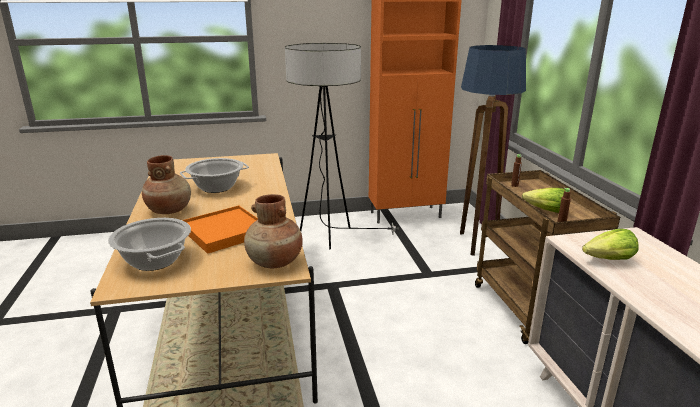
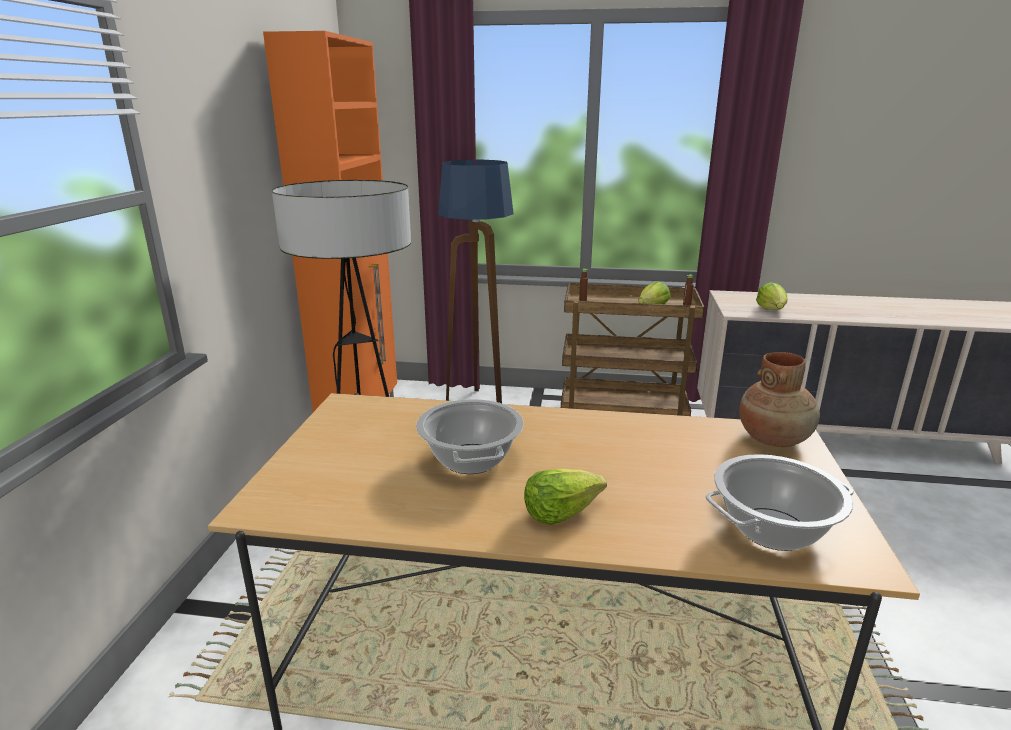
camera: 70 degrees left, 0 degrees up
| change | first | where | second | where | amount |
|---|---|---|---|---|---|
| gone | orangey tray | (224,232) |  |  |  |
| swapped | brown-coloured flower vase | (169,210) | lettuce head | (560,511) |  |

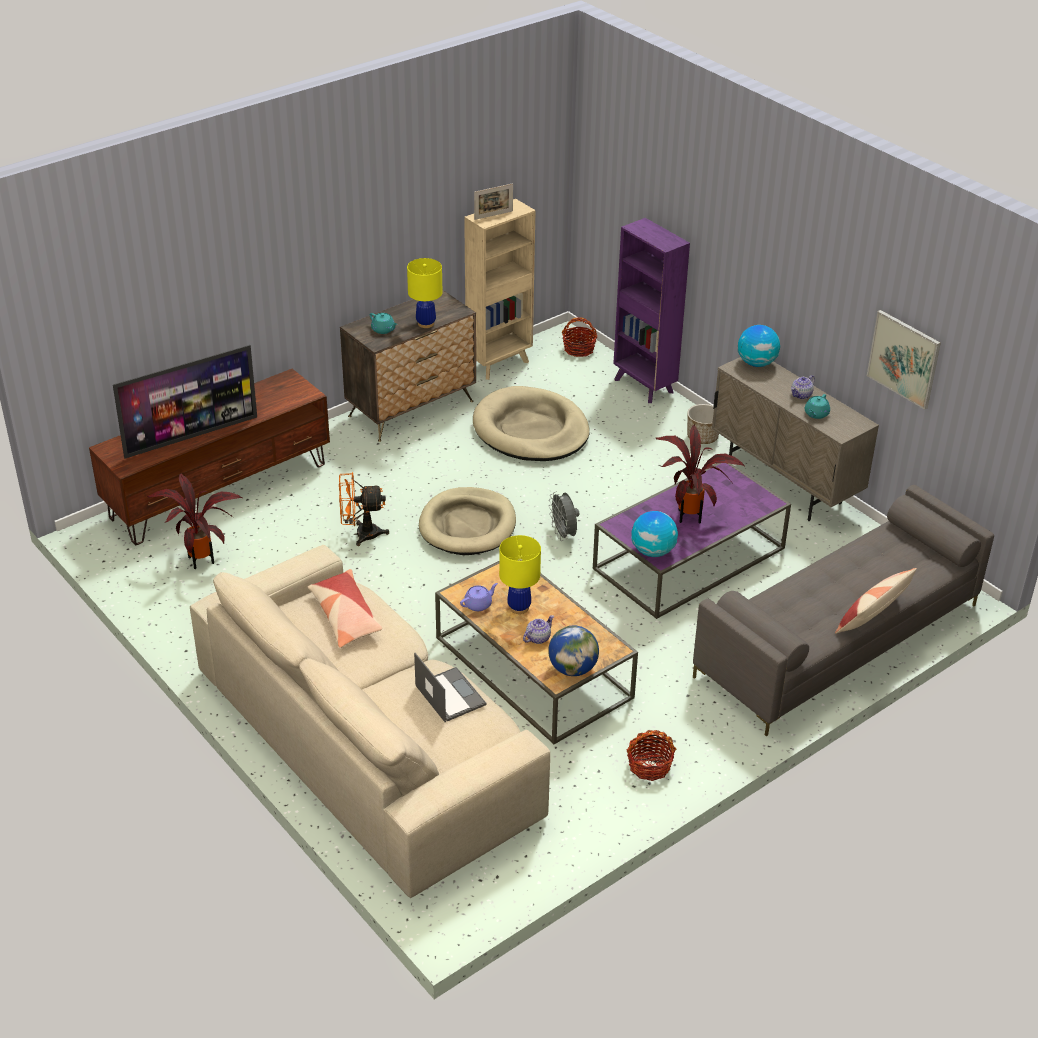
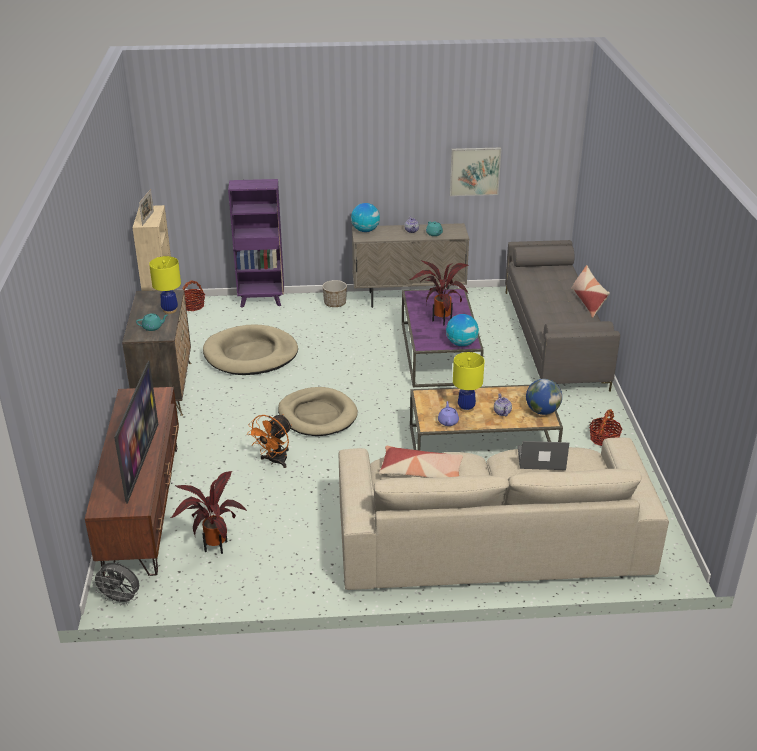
camera: 55 degrees left, 5 degrees down
| change | first | where | second | where | amount |
|---|---|---|---|---|---|
| shifted | greyish electric fan | (564,535) |  | (120,599) |  |

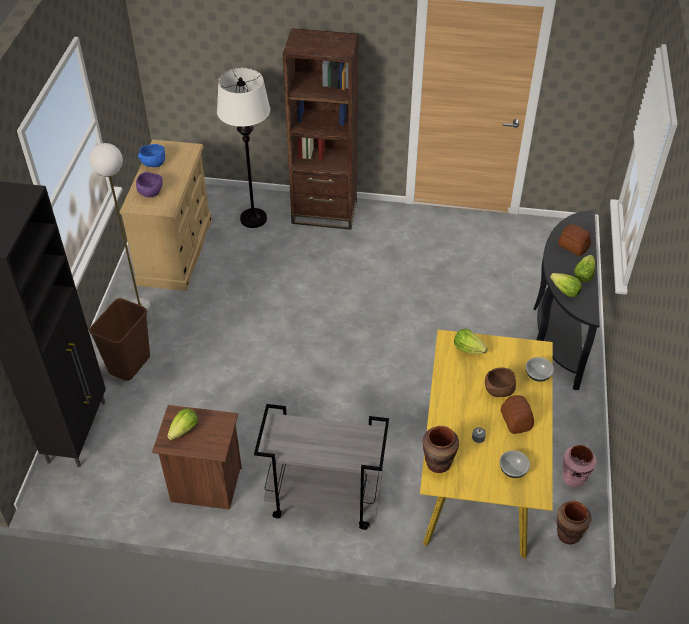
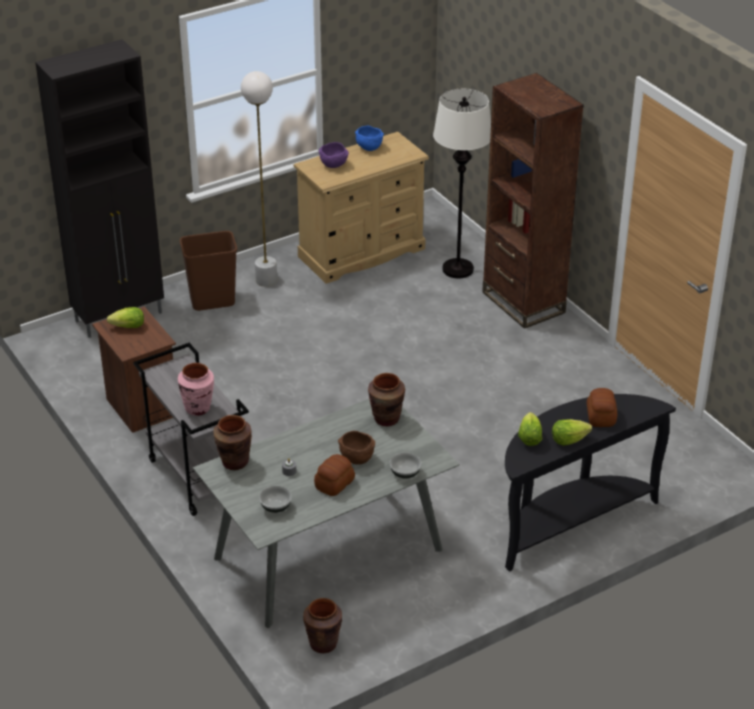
camera: 50 degrees right, 10 degrees down
| change | first | where | second | where | amount |
|---|---|---|---|---|---|
| shifted | pinkish flower vase | (573,478) |  | (198,408) |  |
| swapped | lettuce head | (468,348) | brown-coloured flower vase | (386,419) |  |
| repainted | yellow dinner table | (477,473) | greyish dinner table | (328,552) |  |

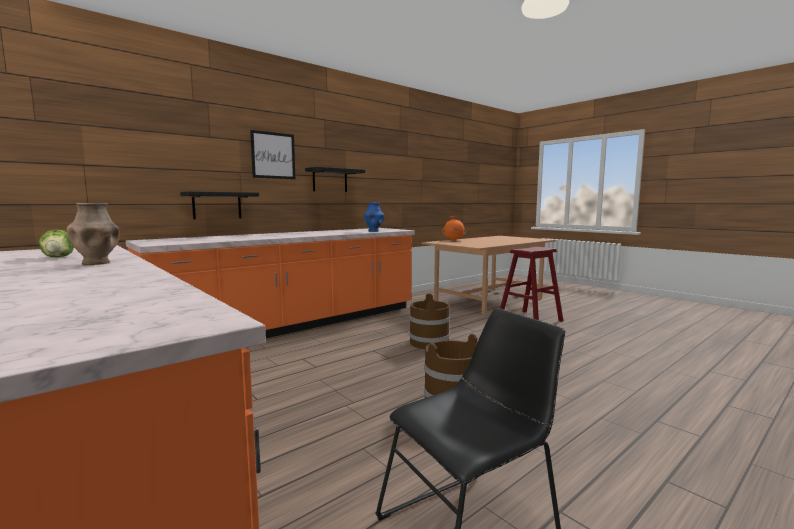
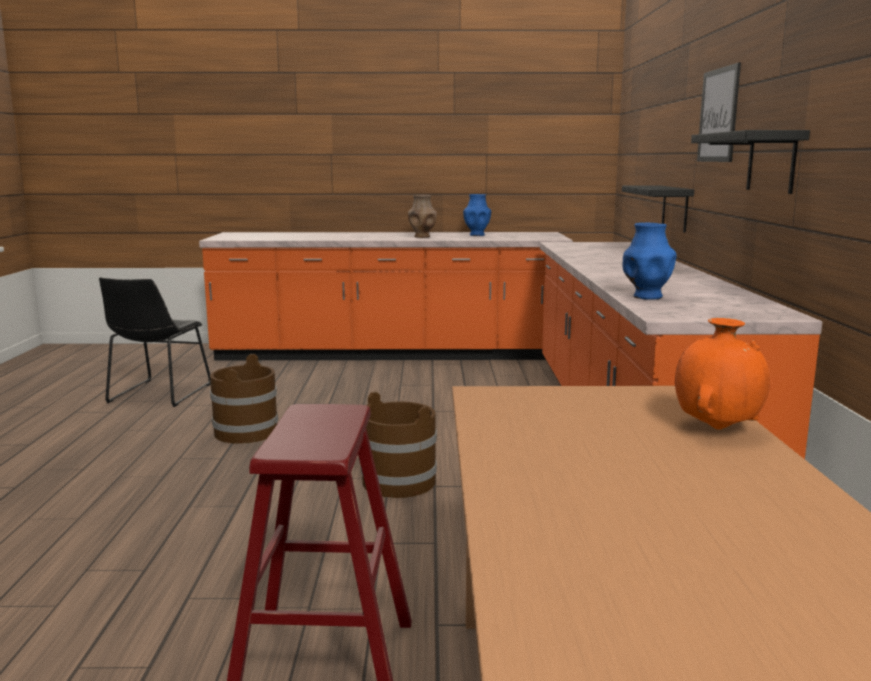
camera: 130 degrees right, 5 degrees up
| change | first | where | second | where | amount |
|---|---|---|---|---|---|
| swapped | lettuce head | (59,257) | blue flower vase | (477,235) |  |

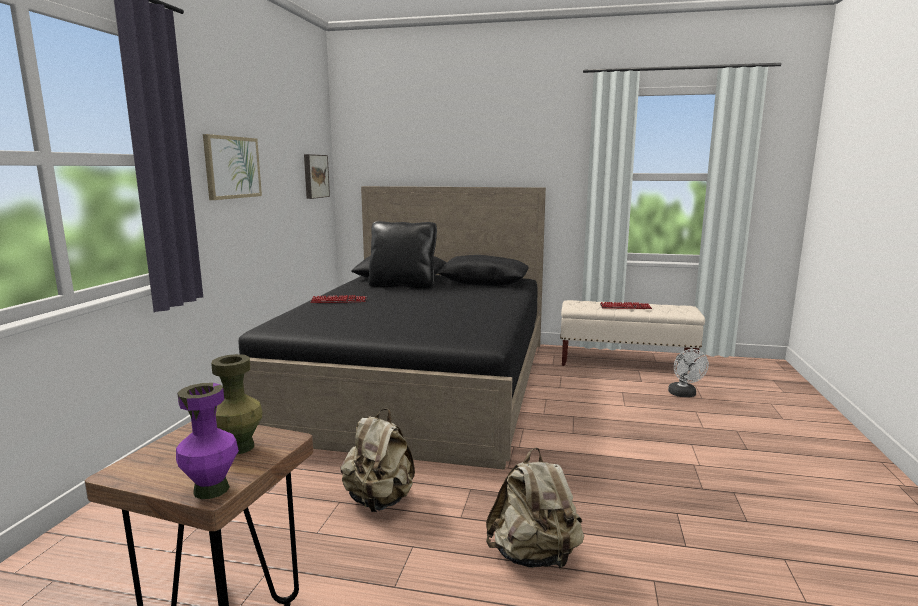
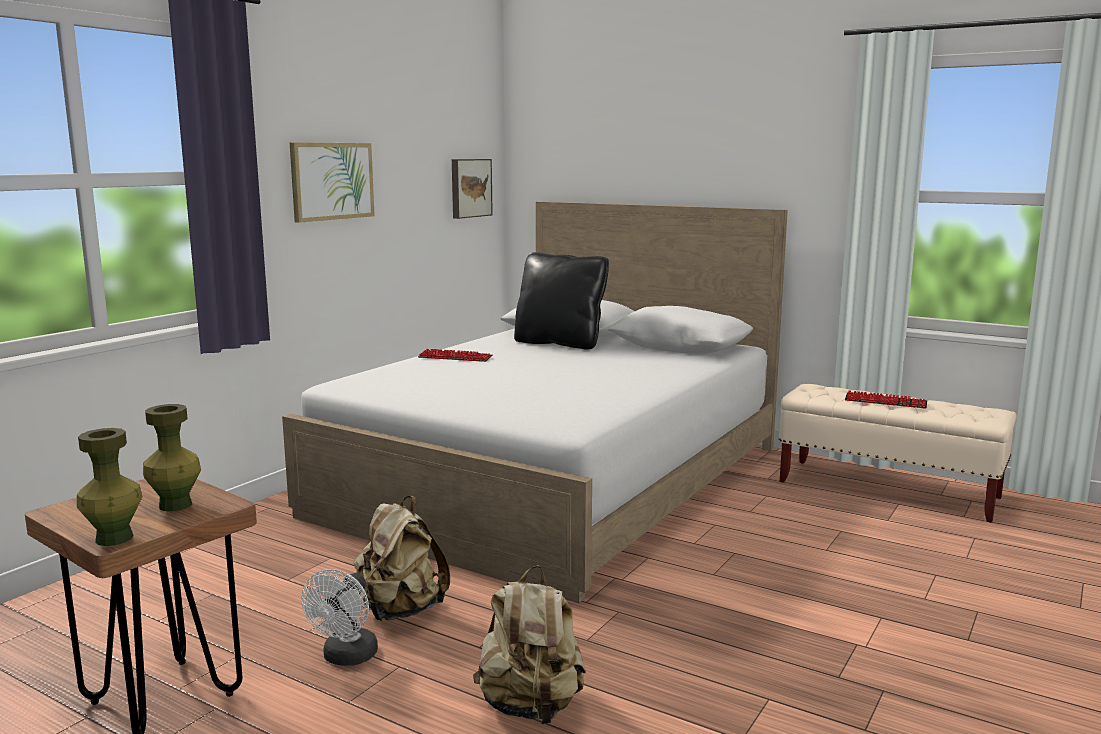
camera: 20 degrees right, 0 degrees up
| change | first | where | second | where | amount |
|---|---|---|---|---|---|
| shifted | white-coloured electric fan | (684,395) |  | (346,658) |  |
| repainted | purple flower vase | (211,489) | green-coloured flower vase | (114,538) |  |
| repainted | black-coloured sleeping bed | (419,382) | white-coloured sleeping bed | (557,479) |  |

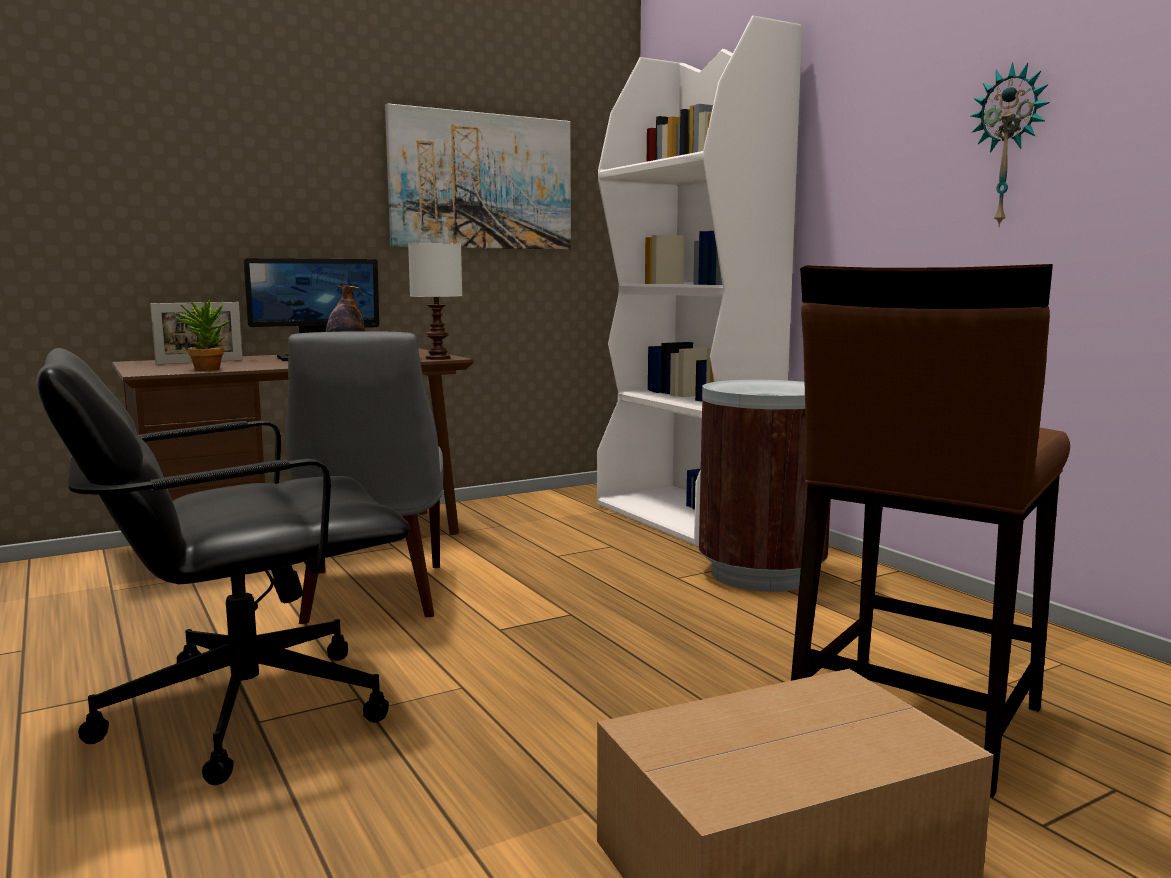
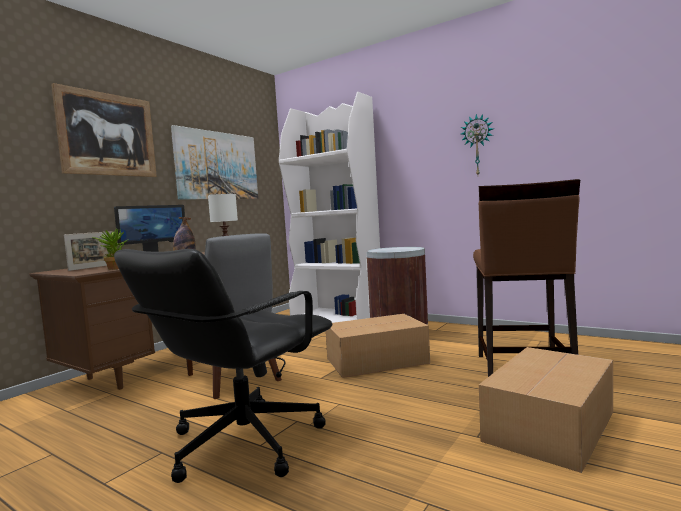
camera: 25 degrees left, 5 degrees down
| change | first | where | second | where | amount |
|---|---|---|---|---|---|
| new |  |  | wall art | (108,134) |  |
| new |  |  | cardboard box | (378,361) |  |

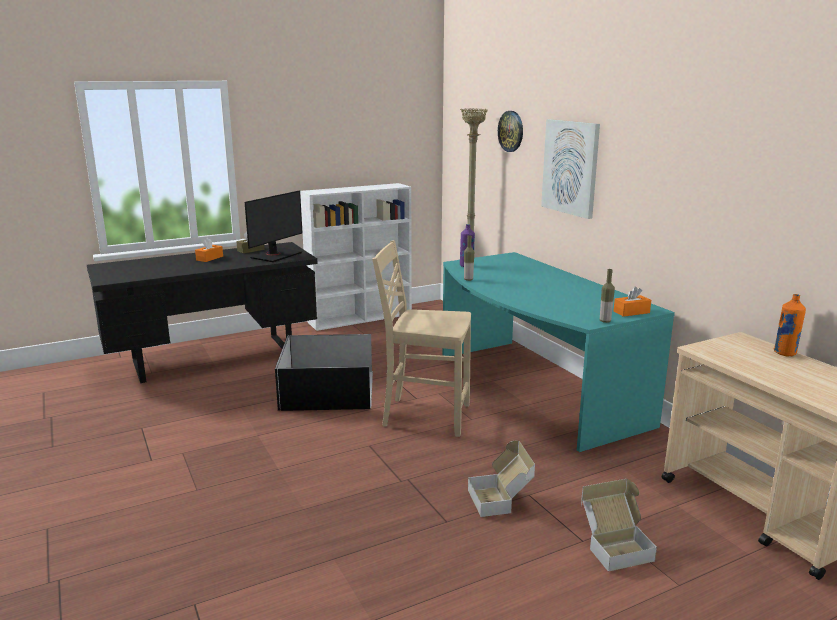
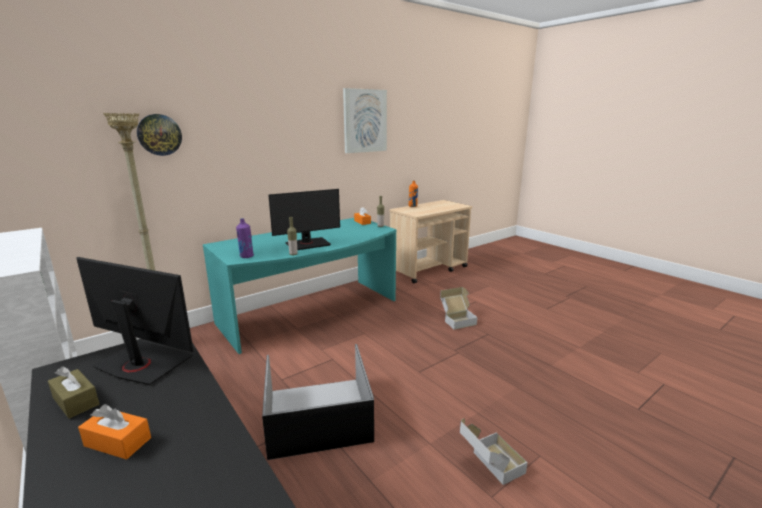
camera: 100 degrees left, 0 degrees up
| change | first | where | second | where | amount |
|---|---|---|---|---|---|
| gone | sand-coloured chair | (424,416) |  |  |  |
| new |  |  | computer screen | (307,244) |  |
| shifted | wall art | (570,167) |  | (365,121) |  |
| shifted | cardboard box | (614,546) |  | (489,467) |  |

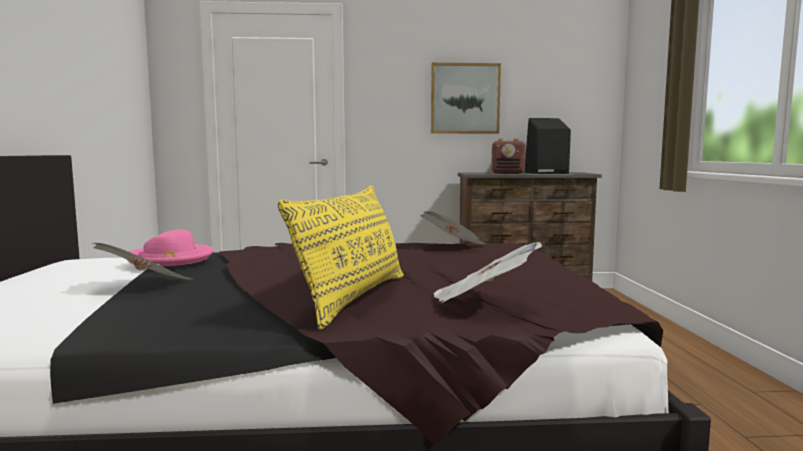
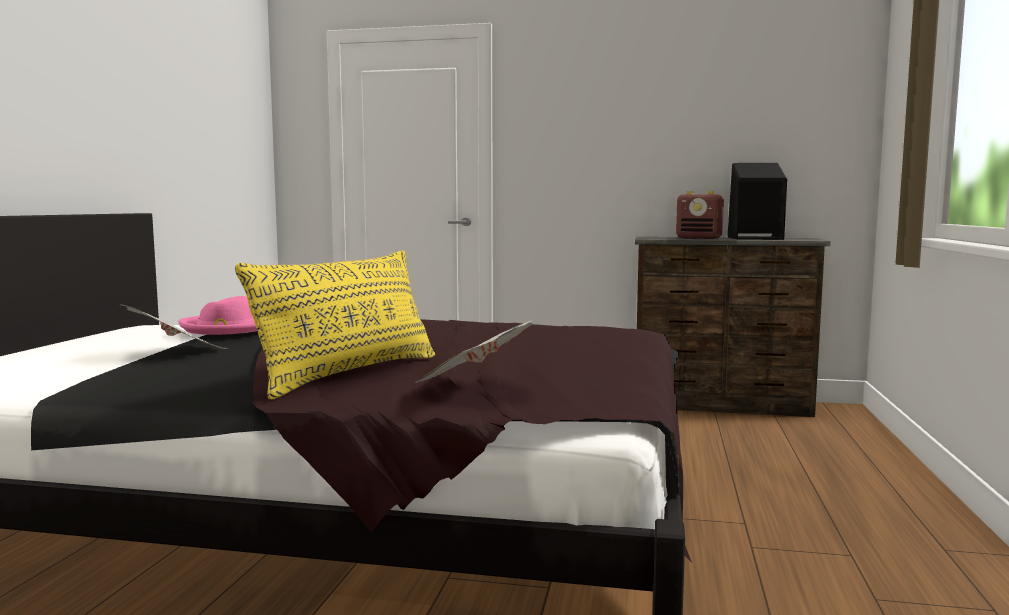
camera: 15 degrees right, 0 degrees up
| change | first | where | second | where | amount |
|---|---|---|---|---|---|
| gone | daily paper | (454,246) |  |  |  |
| gone | wall art | (465,98) |  |  |  |

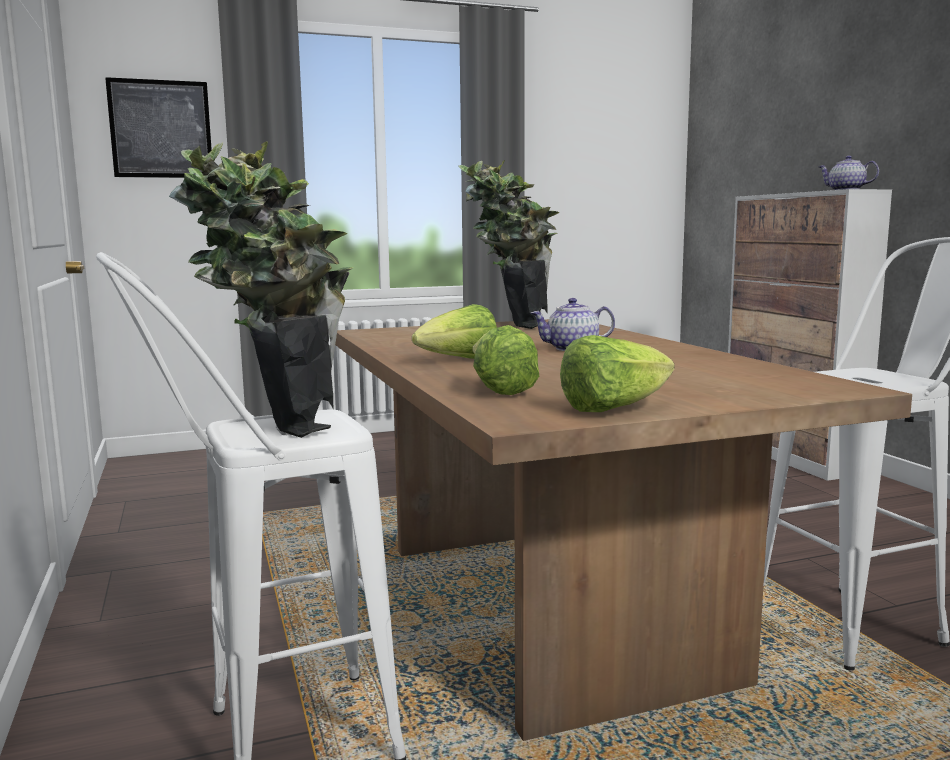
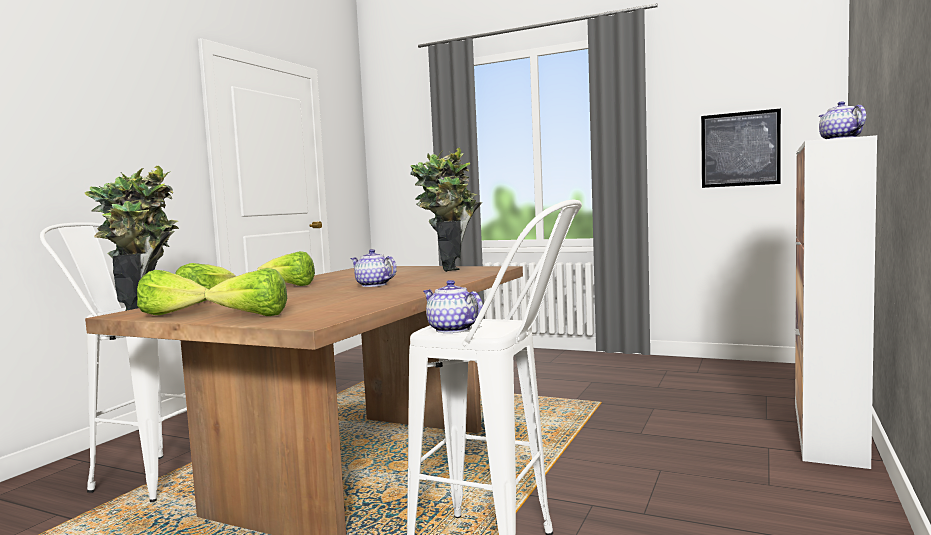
camera: 45 degrees right, 5 degrees down
| change | first | where | second | where | amount |
|---|---|---|---|---|---|
| new |  |  | lettuce head | (253,316) |  |
| new |  |  | teapot | (451,329) |  |
| shifted | wall art | (161,129) |  | (740,149) |  |

